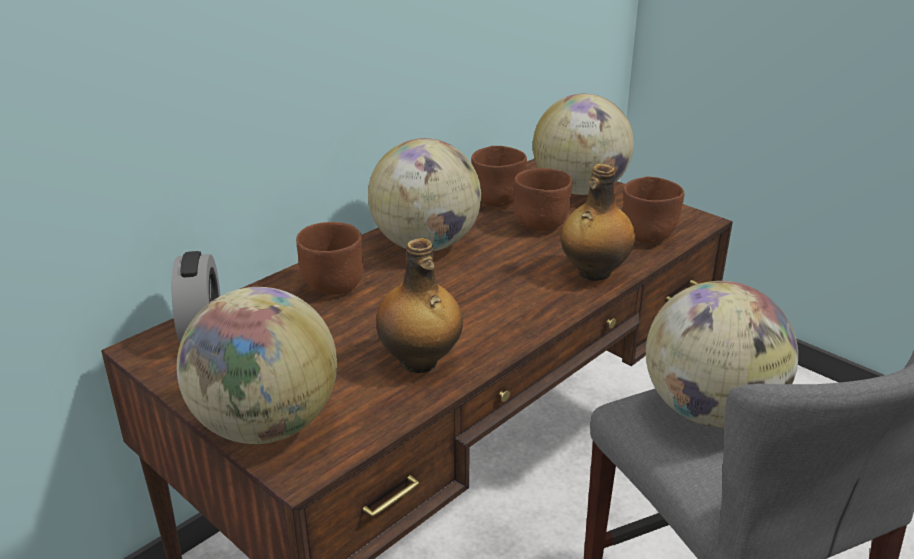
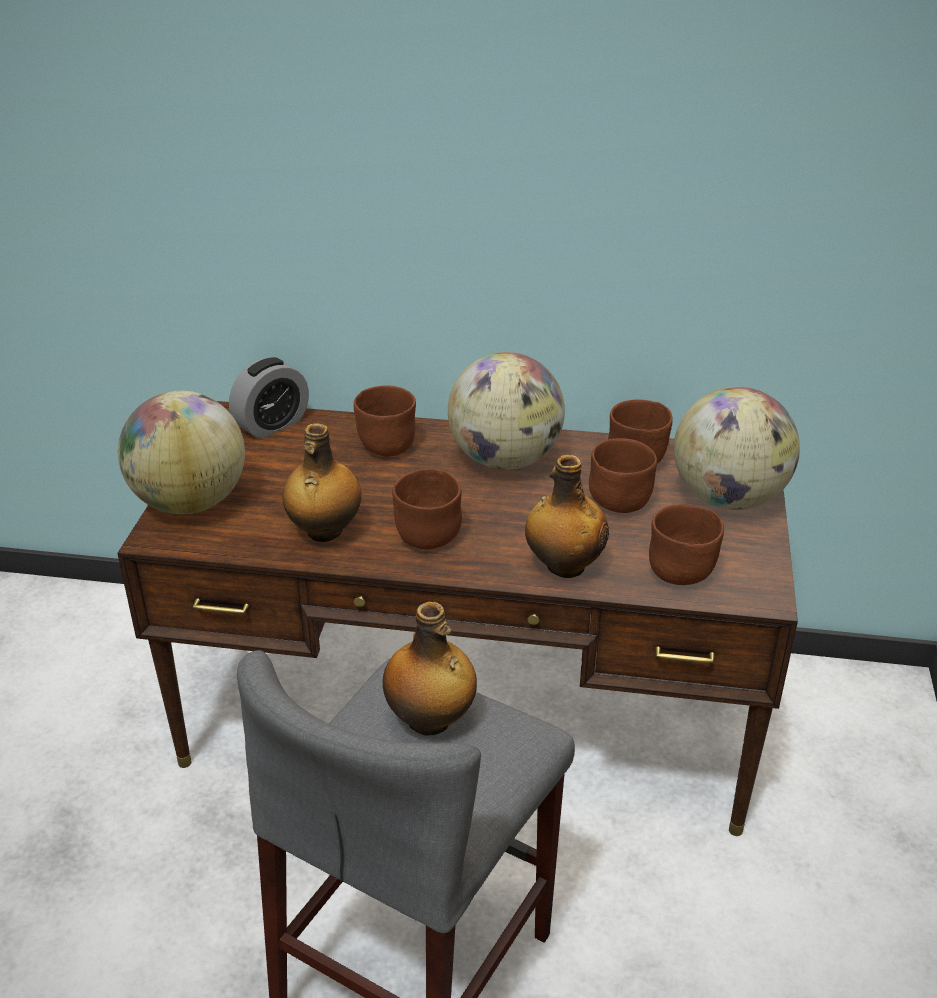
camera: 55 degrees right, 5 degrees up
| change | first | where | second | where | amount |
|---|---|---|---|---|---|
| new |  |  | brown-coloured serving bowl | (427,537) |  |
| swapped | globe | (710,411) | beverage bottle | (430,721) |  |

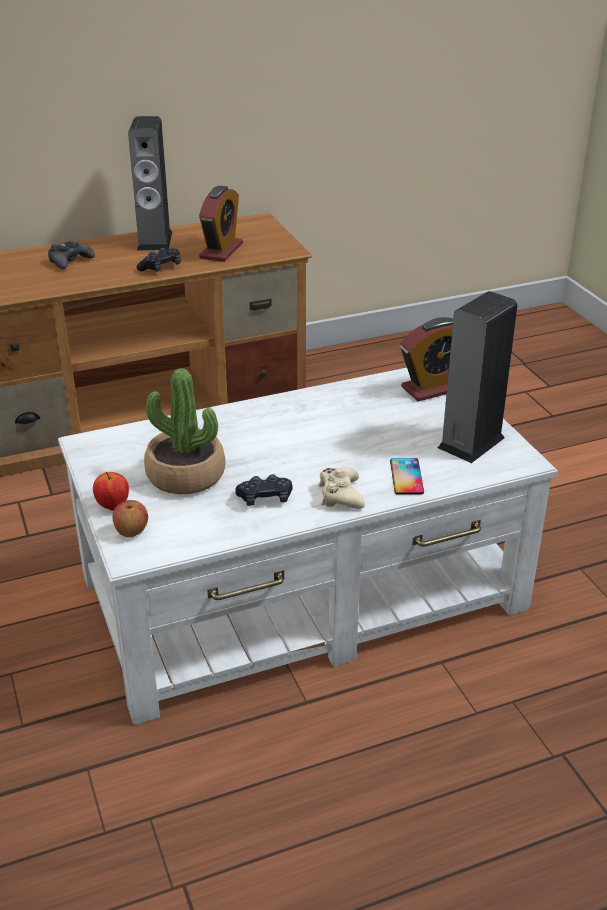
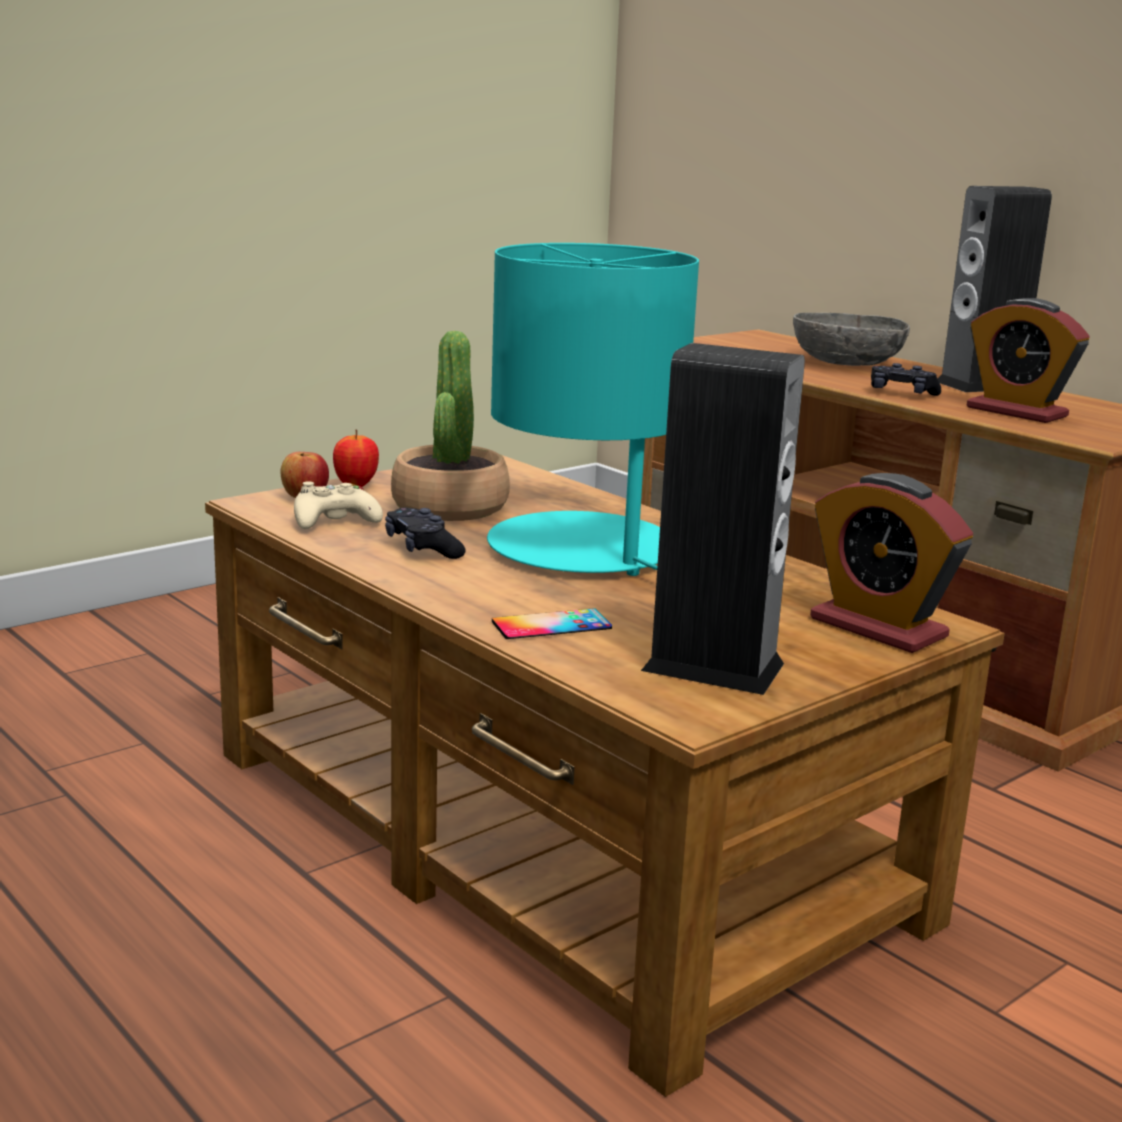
camera: 70 degrees right, 15 degrees down
| change | first | where | second | where | amount |
|---|---|---|---|---|---|
| new |  |  | turquoise-coloured table lamp | (583,549) |  |
| shifted | sand-coloured joypad | (340,495) |  | (334,521) |  |
| swapped | black-coloured joypad | (70,261) | greyish serving bowl | (847,363) |  |
| repainted | white-coloured lounge table | (304,593) | brown-coloured lounge table | (552,835) |  |
| rotated | bedside clock | (221,251) |  | (1016,412) | 45 degrees clockwise |

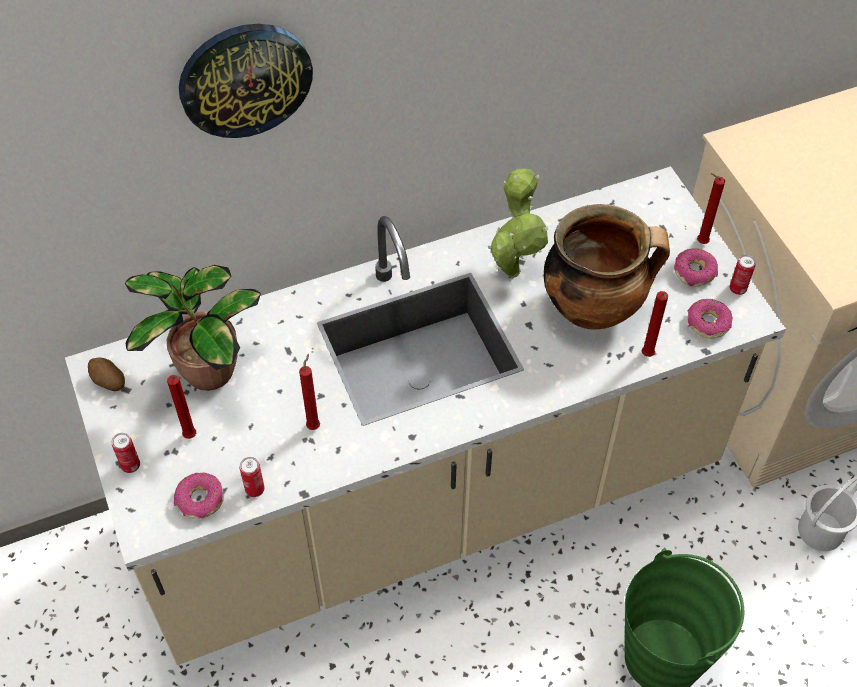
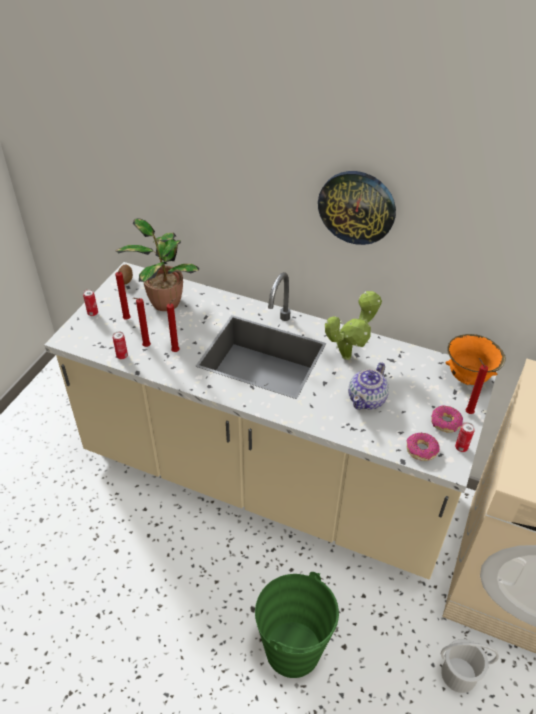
camera: 45 degrees right, 10 degrees down
| change | first | where | second | where | amount |
|---|---|---|---|---|---|
| gone | ring doughnut | (200,500) |  |  |  |
| new |  |  | orangey serving bowl | (467,379) |  |
| shifted | clock on the wall | (245,79) |  | (357,207) |  |
| shifted | reddish wax light | (647,356) |  | (145,347) |  |
| swapped | saucepot | (594,308) | teapot | (367,399) |  |

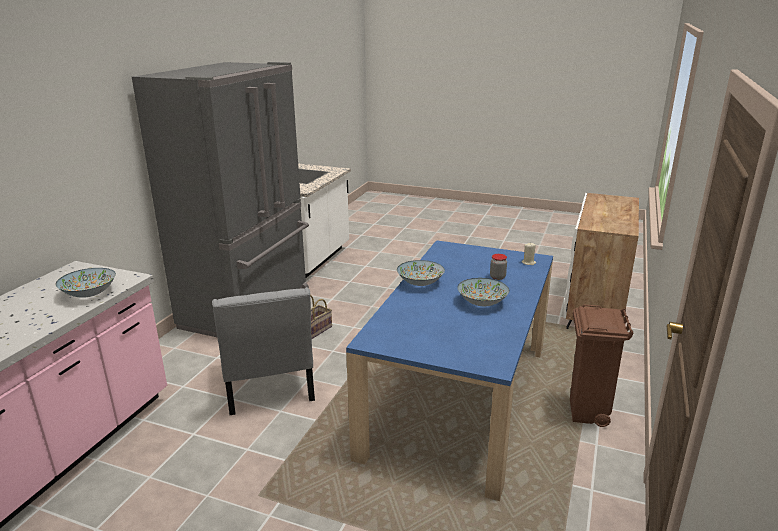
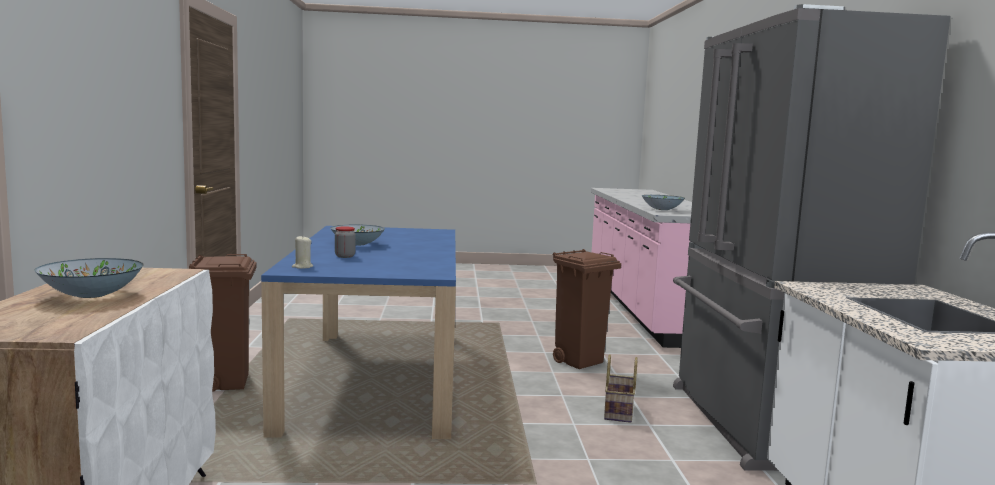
camera: 155 degrees right, 15 degrees down
| change | first | where | second | where | amount |
|---|---|---|---|---|---|
| shifted | serving bowl | (420,283) |  | (92,295) |  |
| swapped | greyish chair | (268,388) | brown-coloured trash can | (579,362) |  |

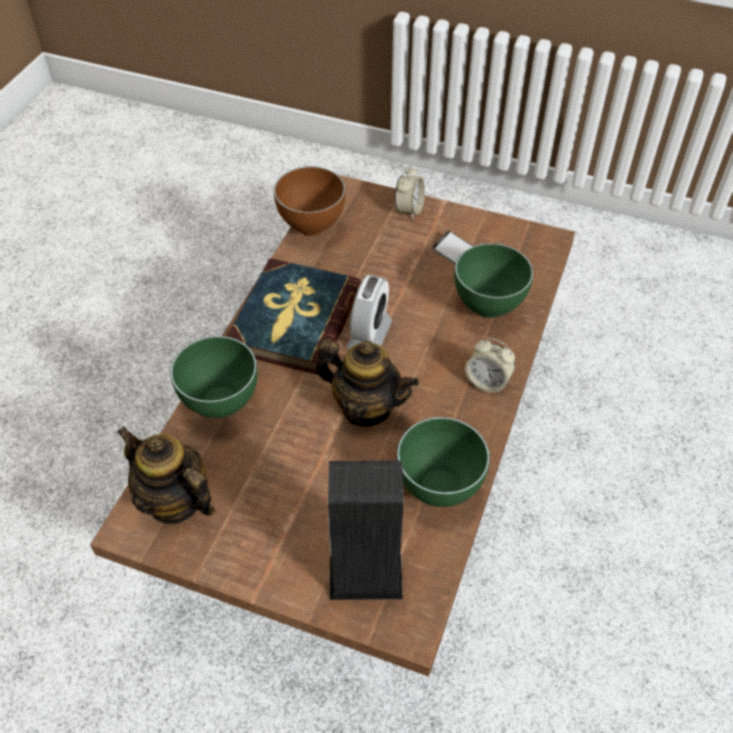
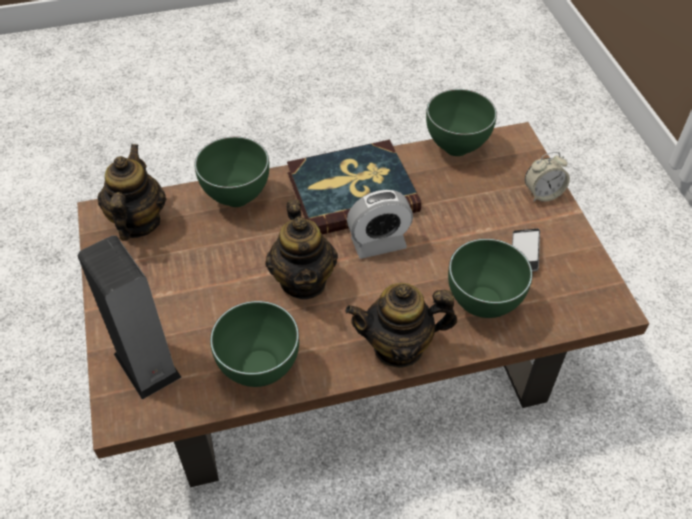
camera: 55 degrees right, 0 degrees up
| change | first | where | second | where | amount |
|---|---|---|---|---|---|
| swapped | bedside clock | (487,382) | teapot | (399,347) |  |
| repainted | brown-coloured serving bowl | (313,228) | green-coloured serving bowl | (457,150) |  |

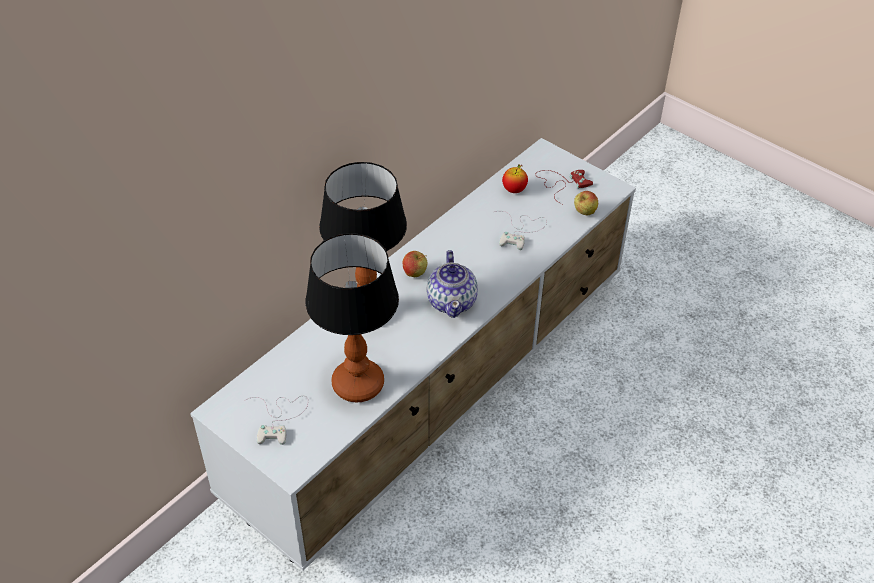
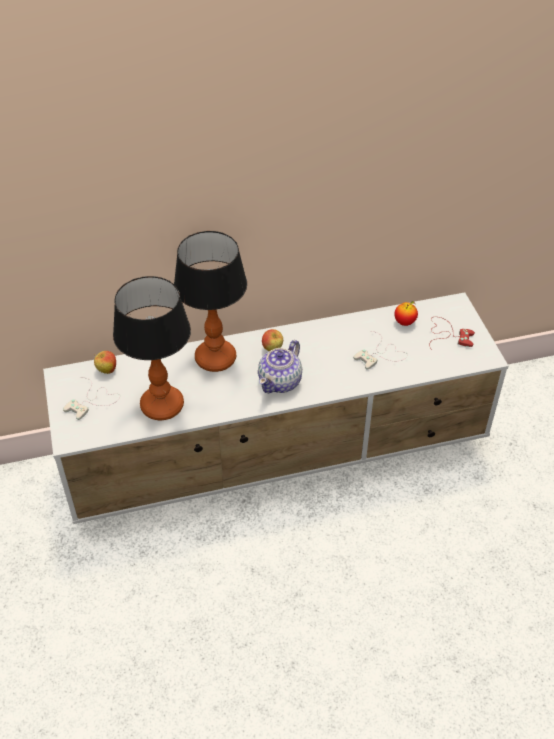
camera: 35 degrees right, 0 degrees up
| change | first | where | second | where | amount |
|---|---|---|---|---|---|
| shifted | apple | (584,213) |  | (107,370) |  |

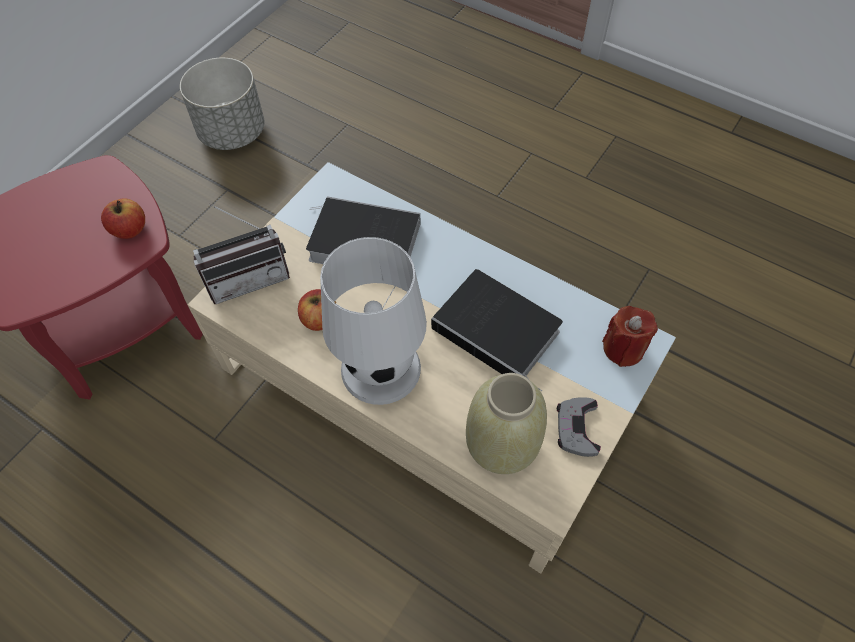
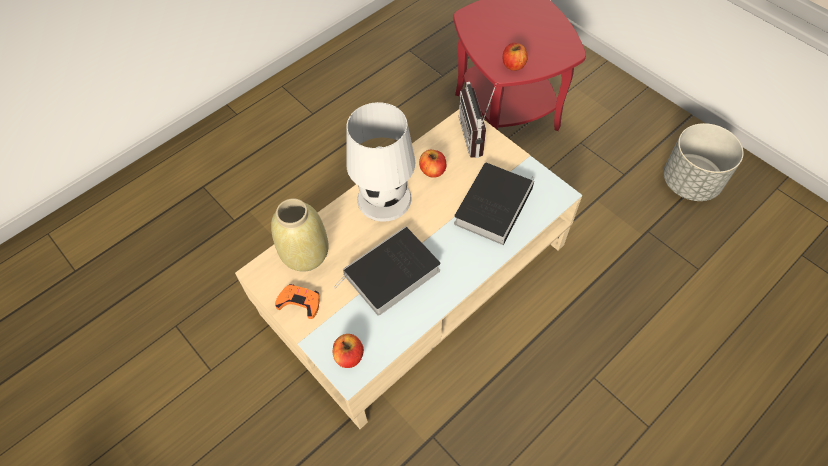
camera: 105 degrees right, 0 degrees up
| change | first | where | second | where | amount |
|---|---|---|---|---|---|
| swapped | reddish wax light | (623,348) | apple | (349,356) |  |
| repainted | greyish joypad | (576,428) | orangey joypad | (299,302) |  |

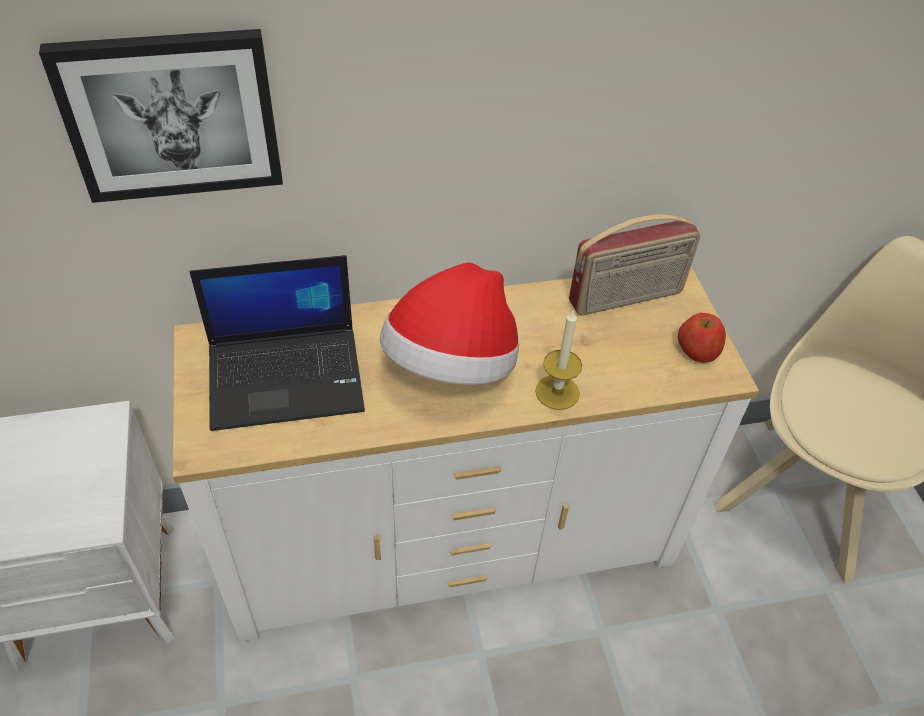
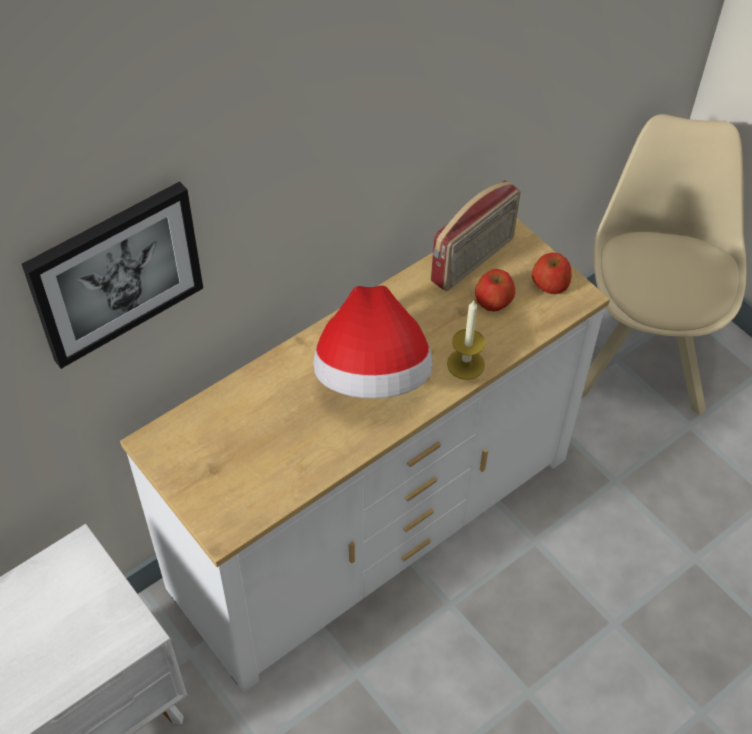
camera: 25 degrees left, 5 degrees up
| change | first | where | second | where | amount |
|---|---|---|---|---|---|
| gone | portable computer | (287,376) |  |  |  |
| new |  |  | apple | (493,301) |  |

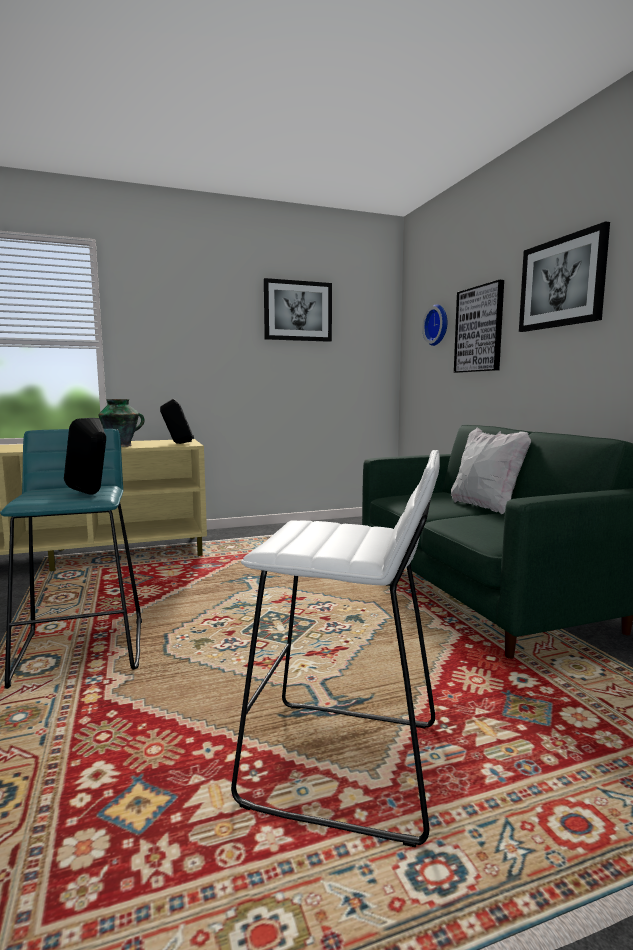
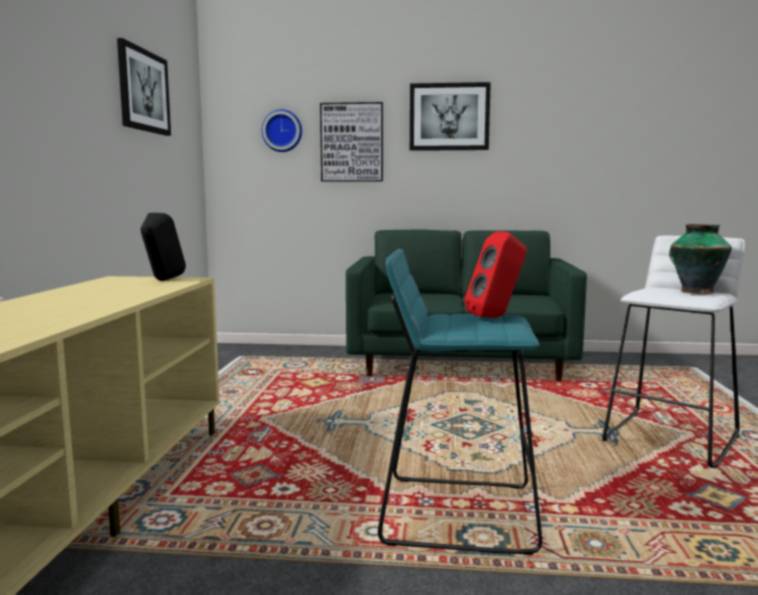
camera: 65 degrees left, 0 degrees up
| change | first | where | second | where | amount |
|---|---|---|---|---|---|
| gone | white-coloured throw pillow | (485,506) |  |  |  |
| shifted | flower vase | (122,446) |  | (695,291) |  |
| repainted | black-coloured speaker | (91,494) | reddish speaker | (496,317) |  |

